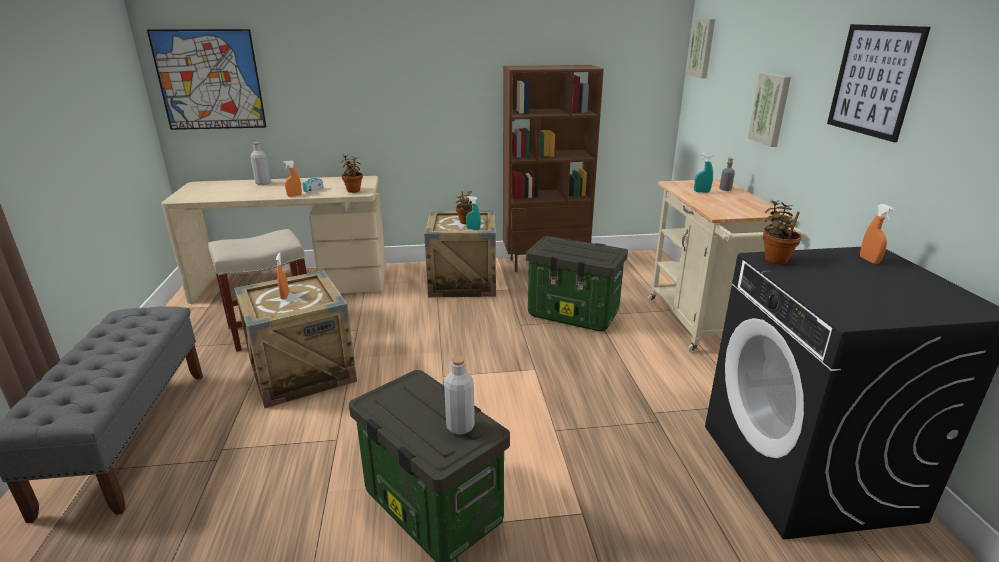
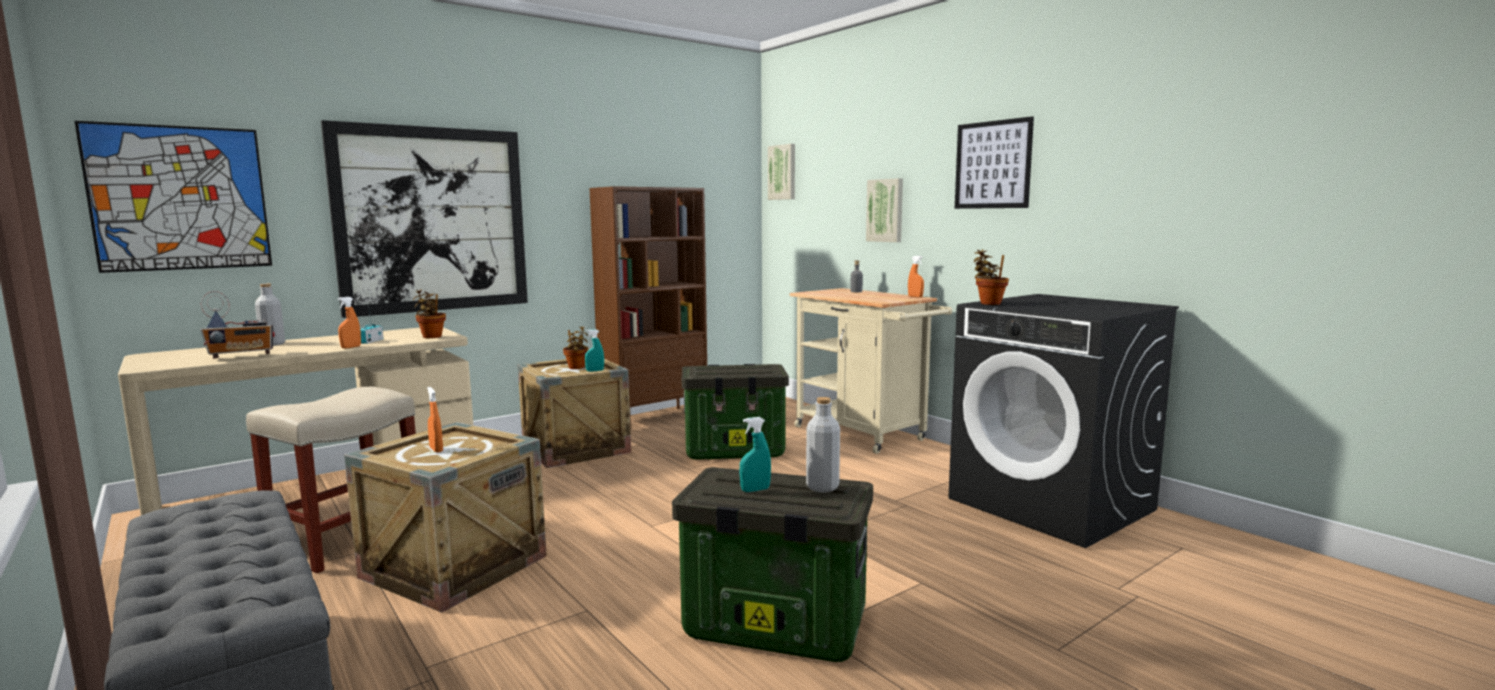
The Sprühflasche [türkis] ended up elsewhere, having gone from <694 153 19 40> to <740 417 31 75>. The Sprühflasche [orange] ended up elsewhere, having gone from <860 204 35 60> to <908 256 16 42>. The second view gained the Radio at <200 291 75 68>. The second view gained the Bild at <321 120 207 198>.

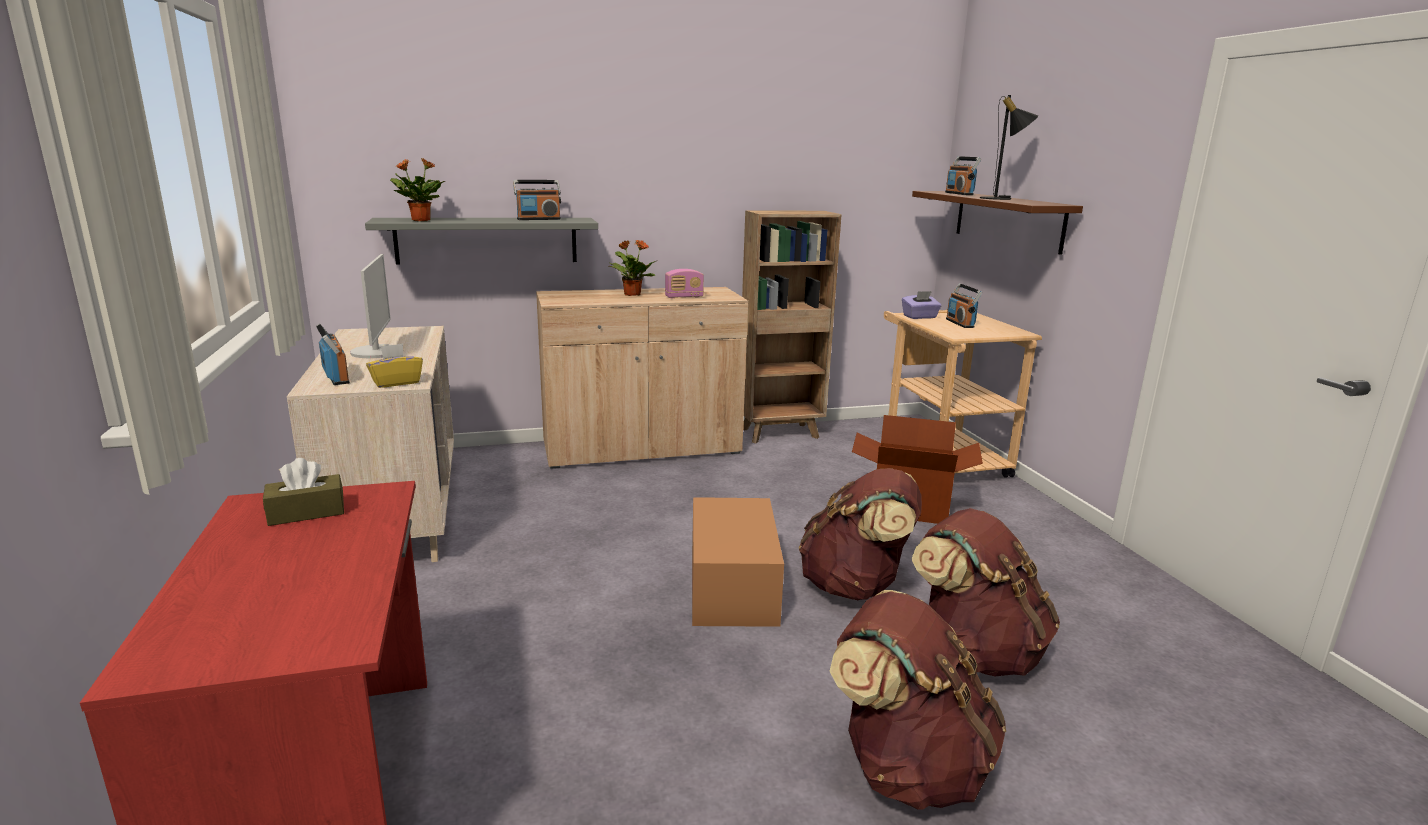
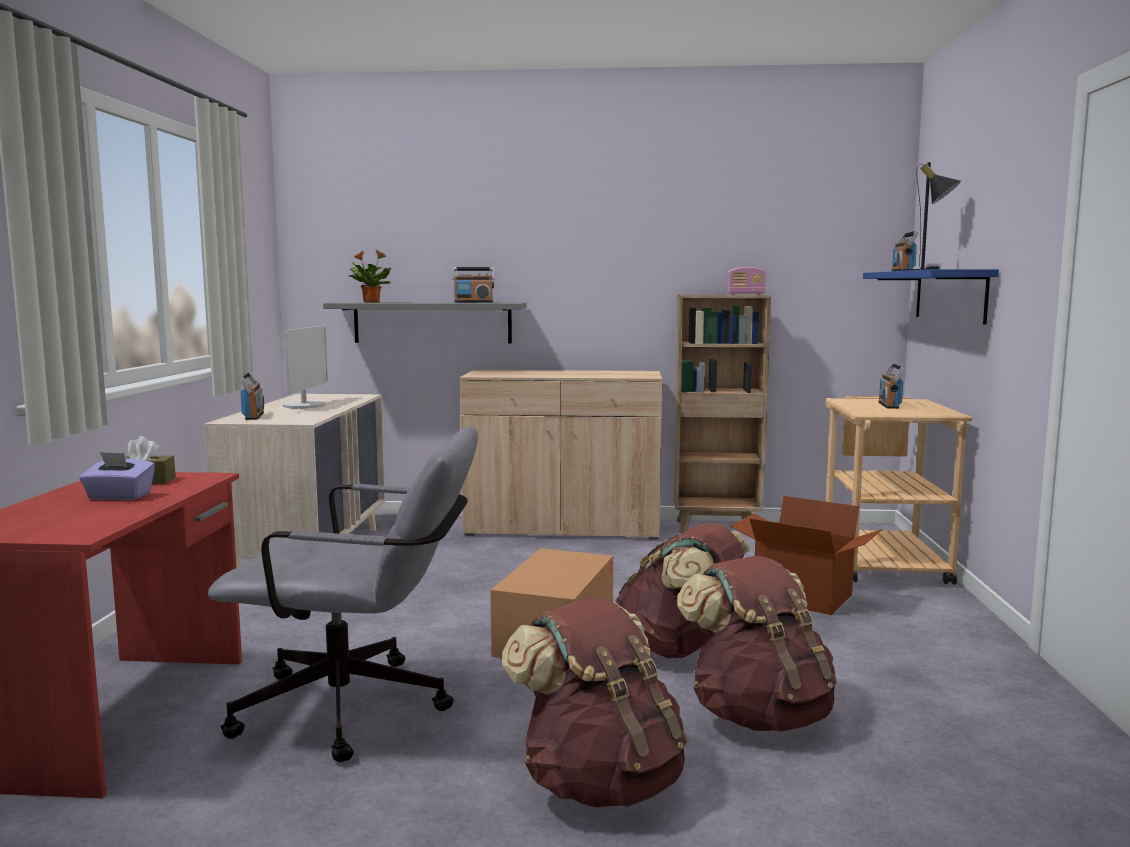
The second view lost the Taschentuchbox [gelb] at <366 344 57 44>. The second view lost the Topfpflanze at <609 240 47 56>. The Radio ended up elsewhere, having gone from <665 269 39 29> to <727 267 39 28>. The Taschentuchbox [lila] ended up elsewhere, having gone from <902 291 39 28> to <79 452 76 48>. What was the Wandregal [braun] at <912 191 171 64> turned into the Wandregal [blau] at <863 269 136 56>. The second view gained the Bürostuhl [grau] at <208 426 270 336>.

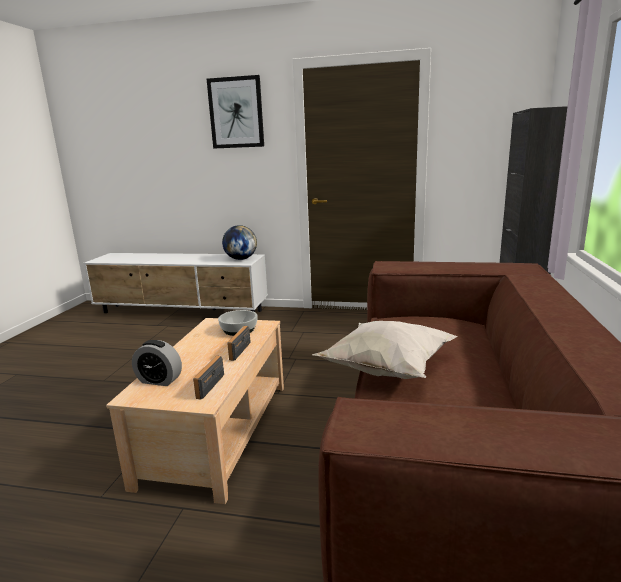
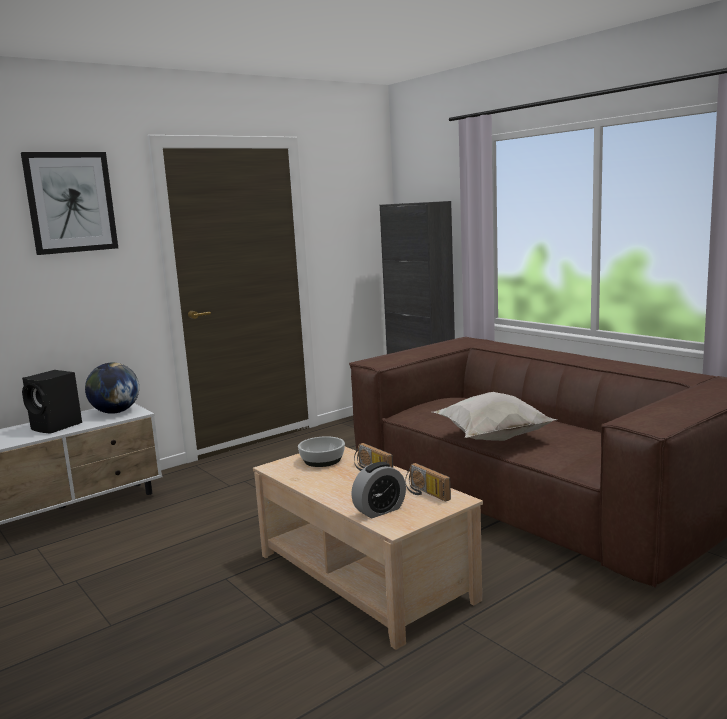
The second view gained the Lautsprecher [schwarz] at <22 370 60 64>.

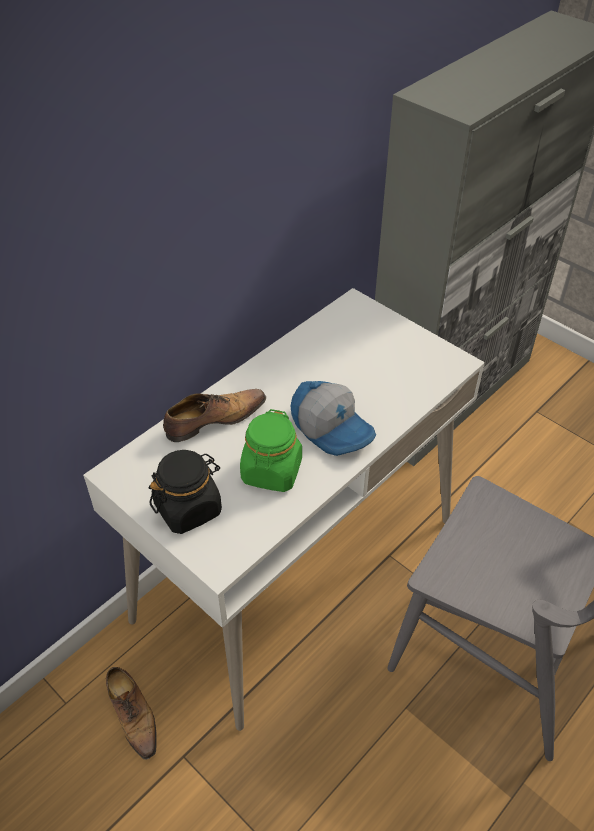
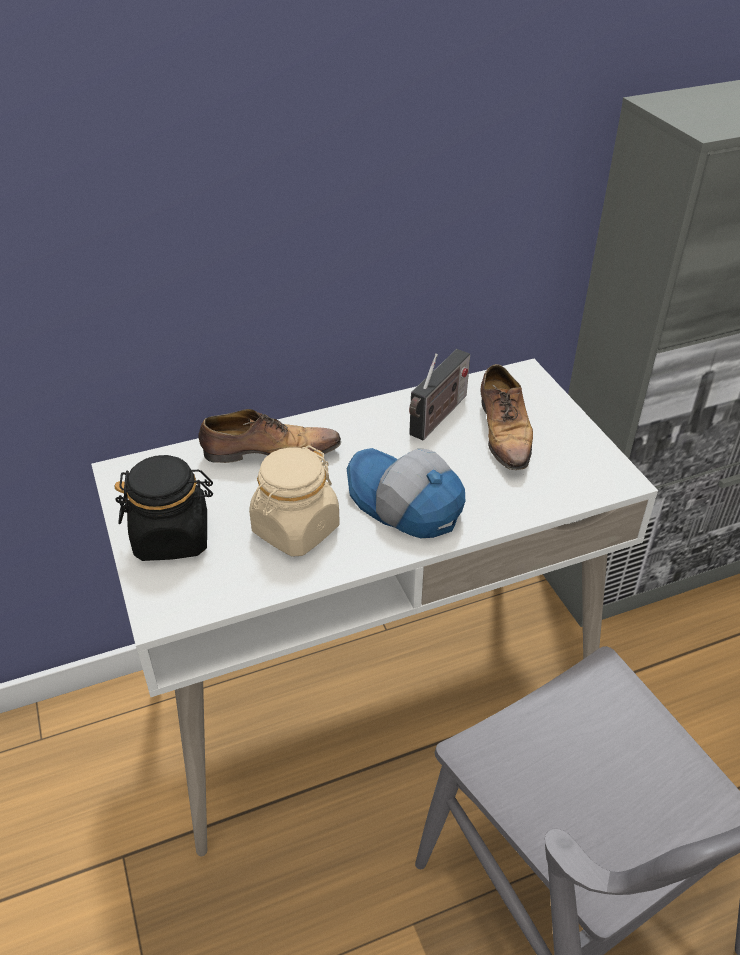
The Schuh ended up elsewhere, having gone from <106 667 51 93> to <481 364 52 111>. What was the Vorratsglas [grün] at <240 409 62 83> turned into the Vorratsglas [beige] at <249 445 91 112>. The Kappe at <291 381 85 75> ended up facing another way, 150 degrees clockwise from before. The second view gained the Radio at <409 349 61 91>.

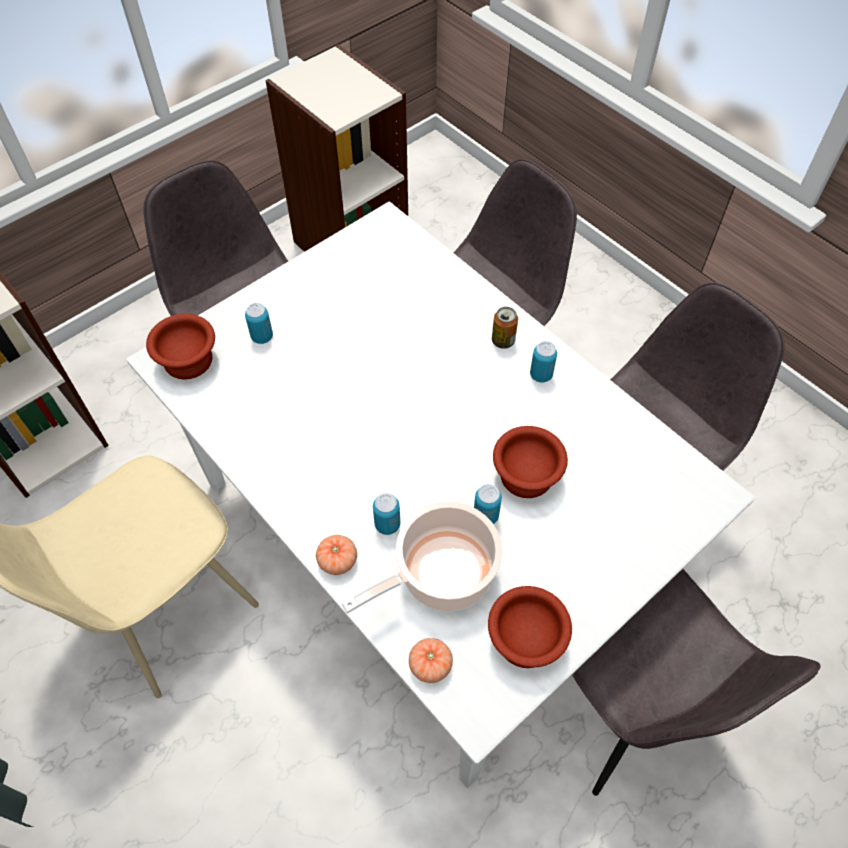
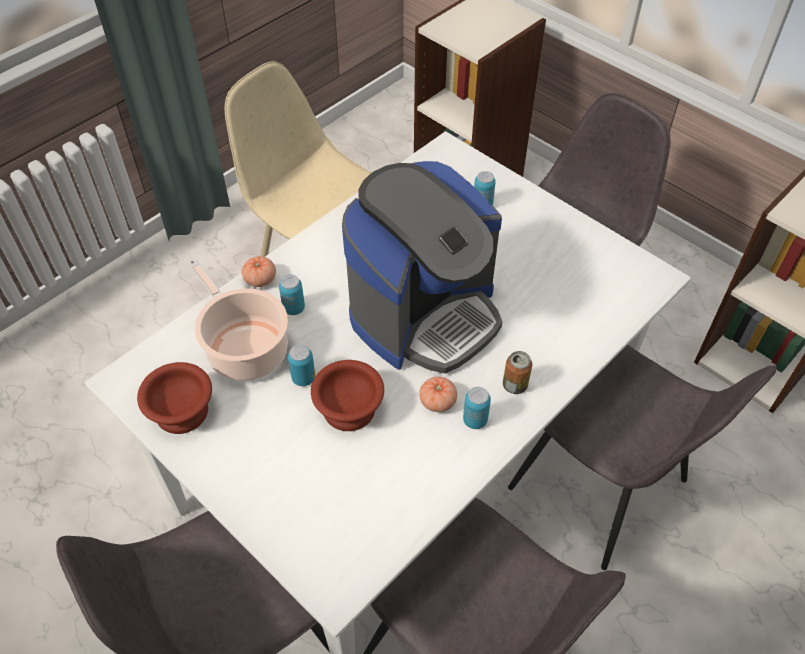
The second view lost the Schüssel [braun] at <146 314 69 65>. The Tomate ended up elsewhere, having gone from <409 638 44 45> to <419 377 38 35>. The second view gained the Kaffeemaschine at <342 161 160 212>.

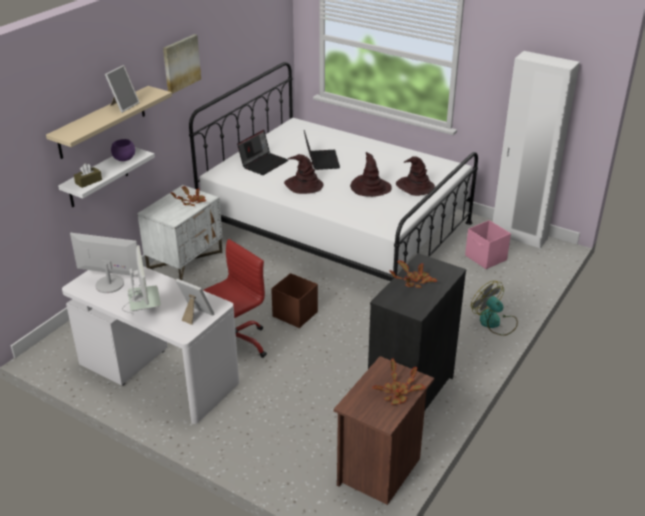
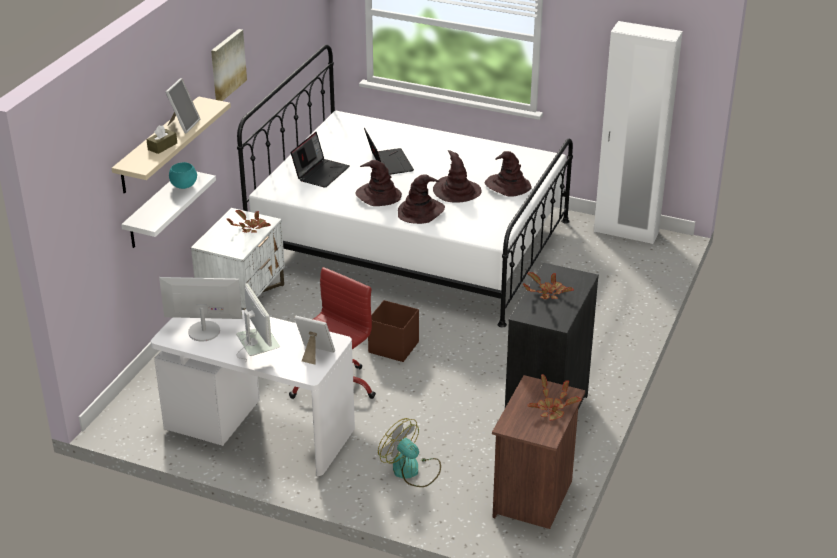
The Taschentuchbox [braun] ended up elsewhere, having gone from <74 163 28 25> to <146 125 31 29>. What was the Schüssel [lila] at <111 139 24 22> turned into the Schüssel [türkis] at <169 162 28 27>. The second view lost the Aufbewahrungsbox [rosa] at <465 220 46 49>. The Ventilator ended up elsewhere, having gone from <471 281 47 55> to <378 418 63 69>. The second view gained the Hut [braun] at <398 174 47 50>.

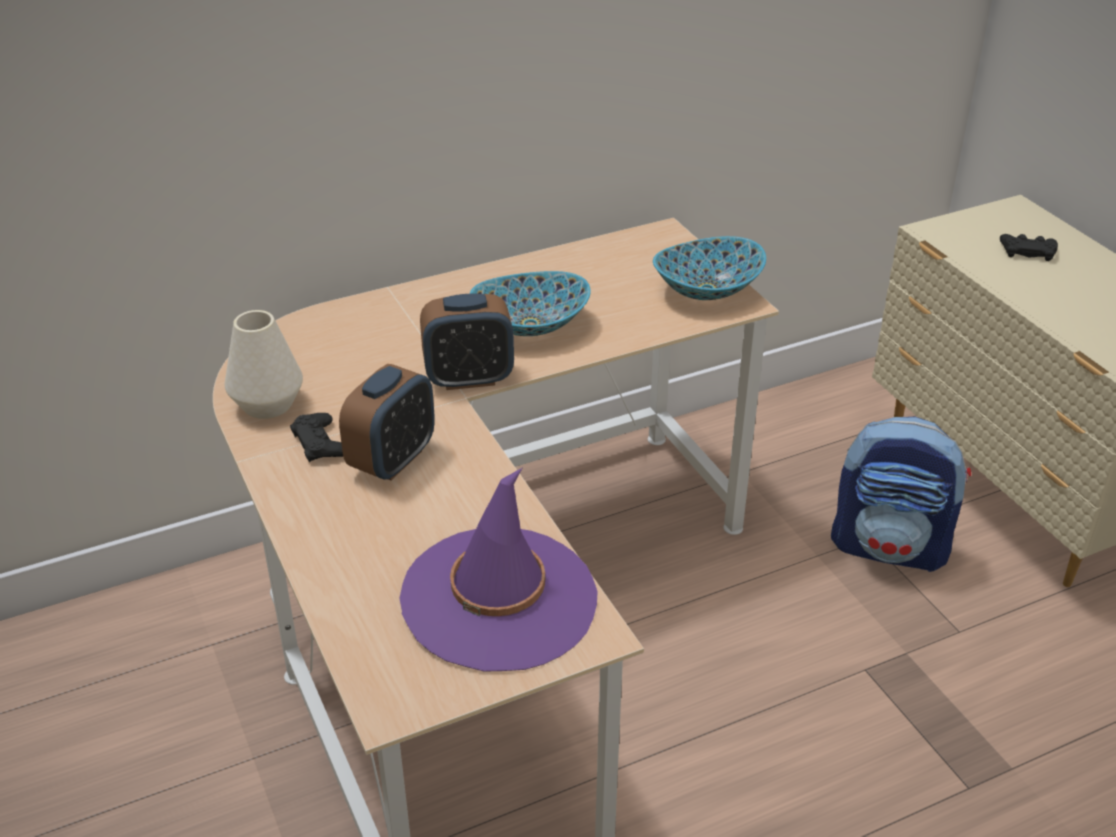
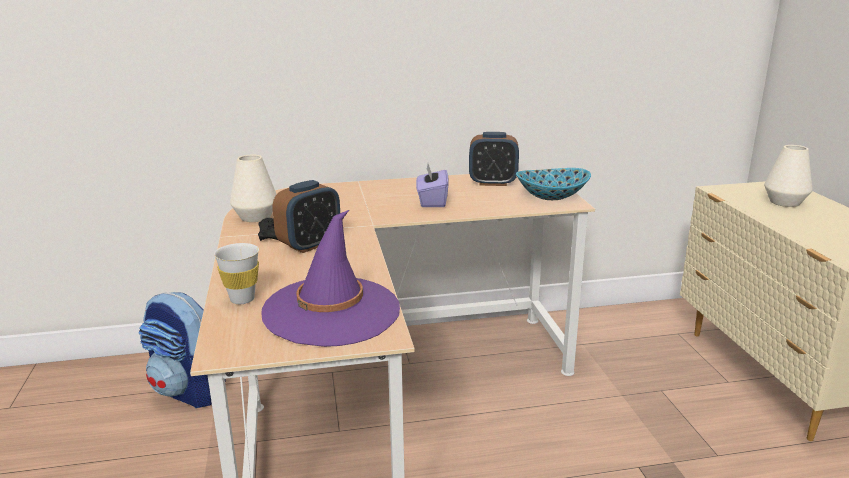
The Wecker ended up elsewhere, having gone from <420 294 94 96> to <469 132 50 54>. Where the Schüssel stood at <470 271 121 65>, the Taschentuchbox [lila] came to stand at <416 164 33 43>. The Rucksack ended up elsewhere, having gone from <831 417 140 155> to <139 292 87 116>. Where the Gamepad [schwarz] stood at <1000 234 58 27>, the Vase [weiß] came to stand at <764 145 48 62>. The second view gained the Tasse [weiß] at <214 243 45 61>.

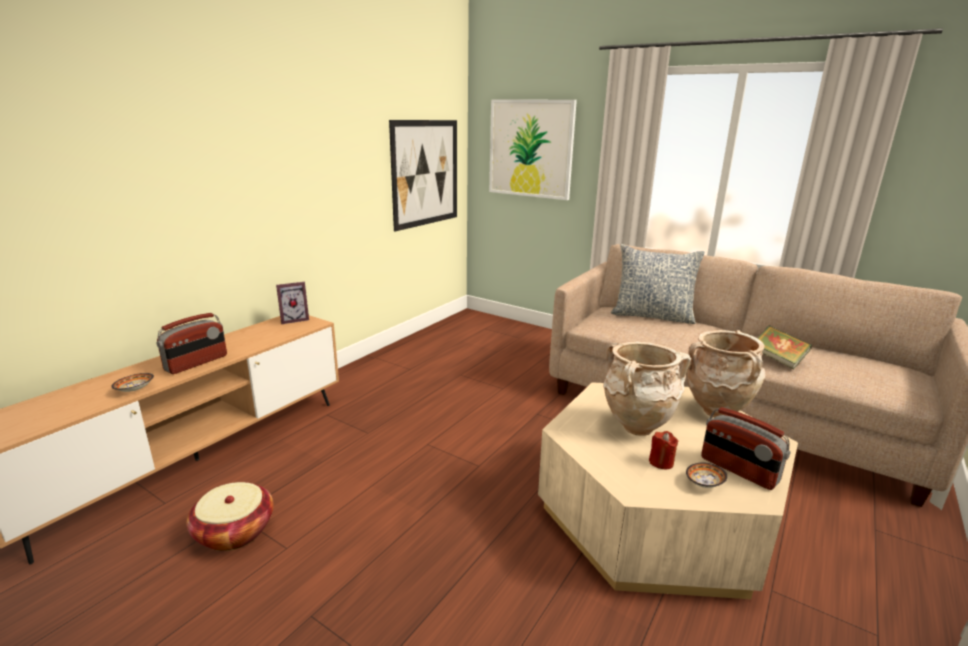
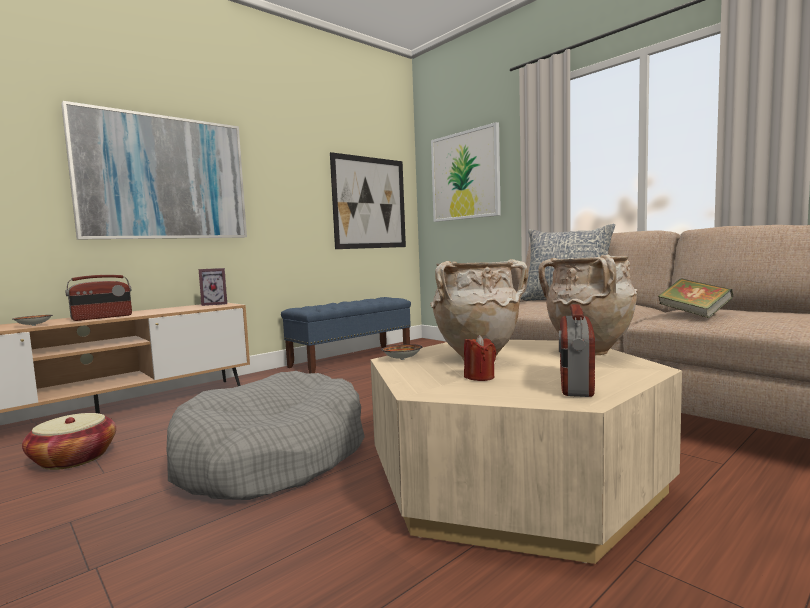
The Schüssel ended up elsewhere, having gone from <686 463 41 25> to <381 344 41 16>. The Radio at <701 407 90 83> ended up facing another way, 45 degrees clockwise from before. The second view gained the Bild at <61 101 186 138>. The second view gained the Hundebett [grau] at <166 371 199 129>. The second view gained the Bank [blau] at <281 297 130 76>.

